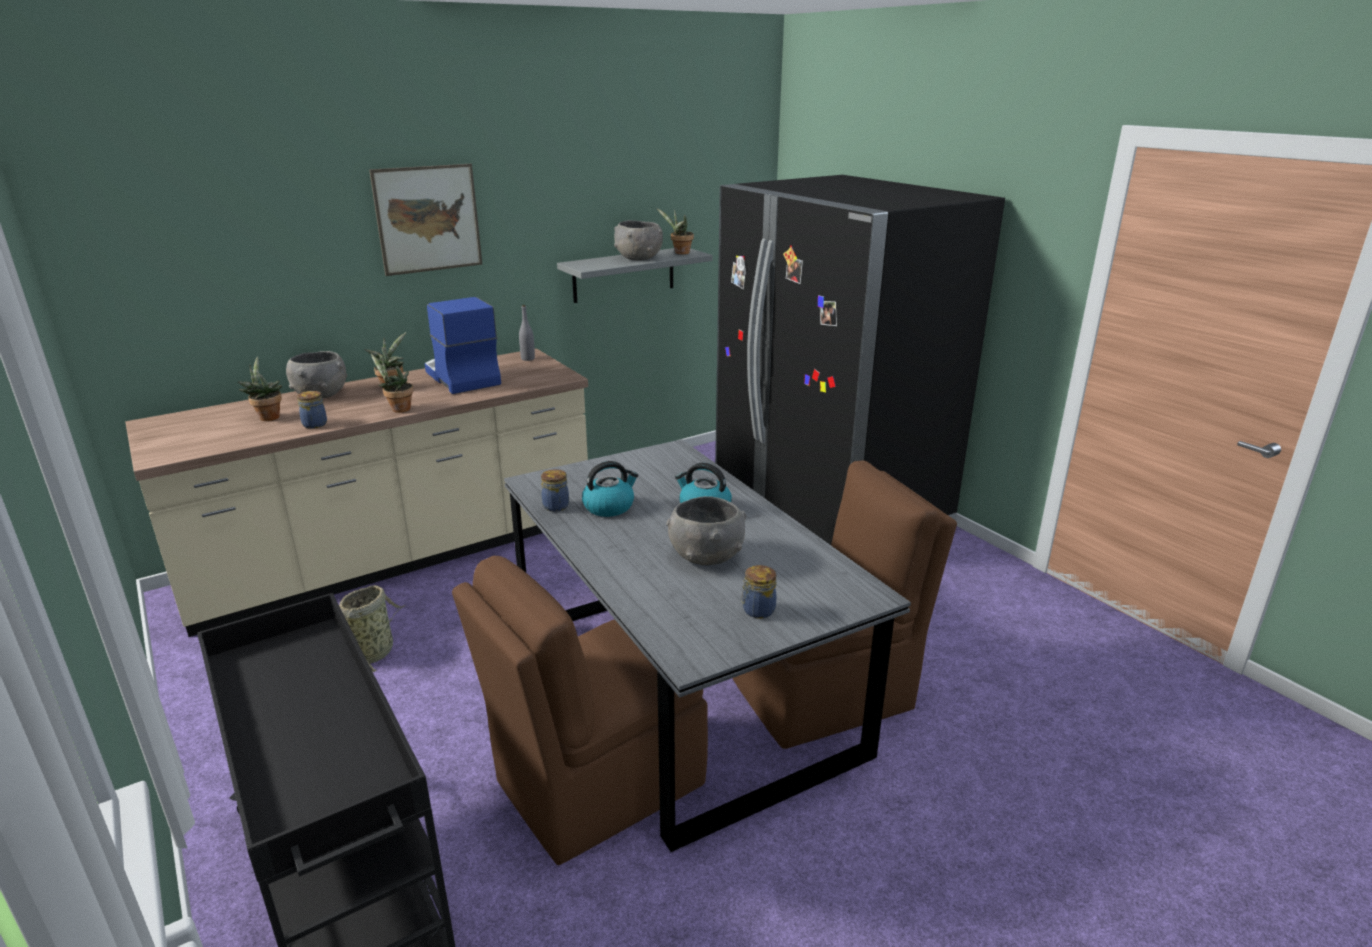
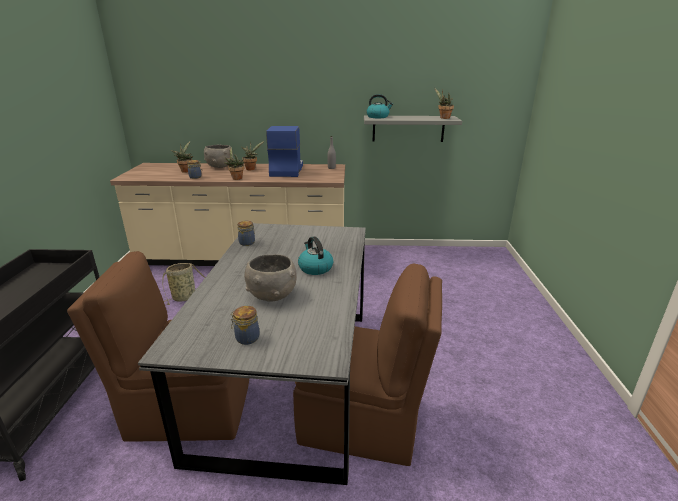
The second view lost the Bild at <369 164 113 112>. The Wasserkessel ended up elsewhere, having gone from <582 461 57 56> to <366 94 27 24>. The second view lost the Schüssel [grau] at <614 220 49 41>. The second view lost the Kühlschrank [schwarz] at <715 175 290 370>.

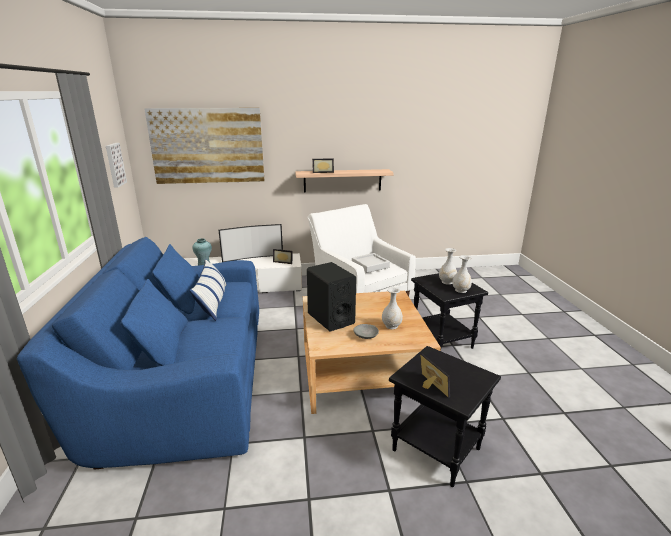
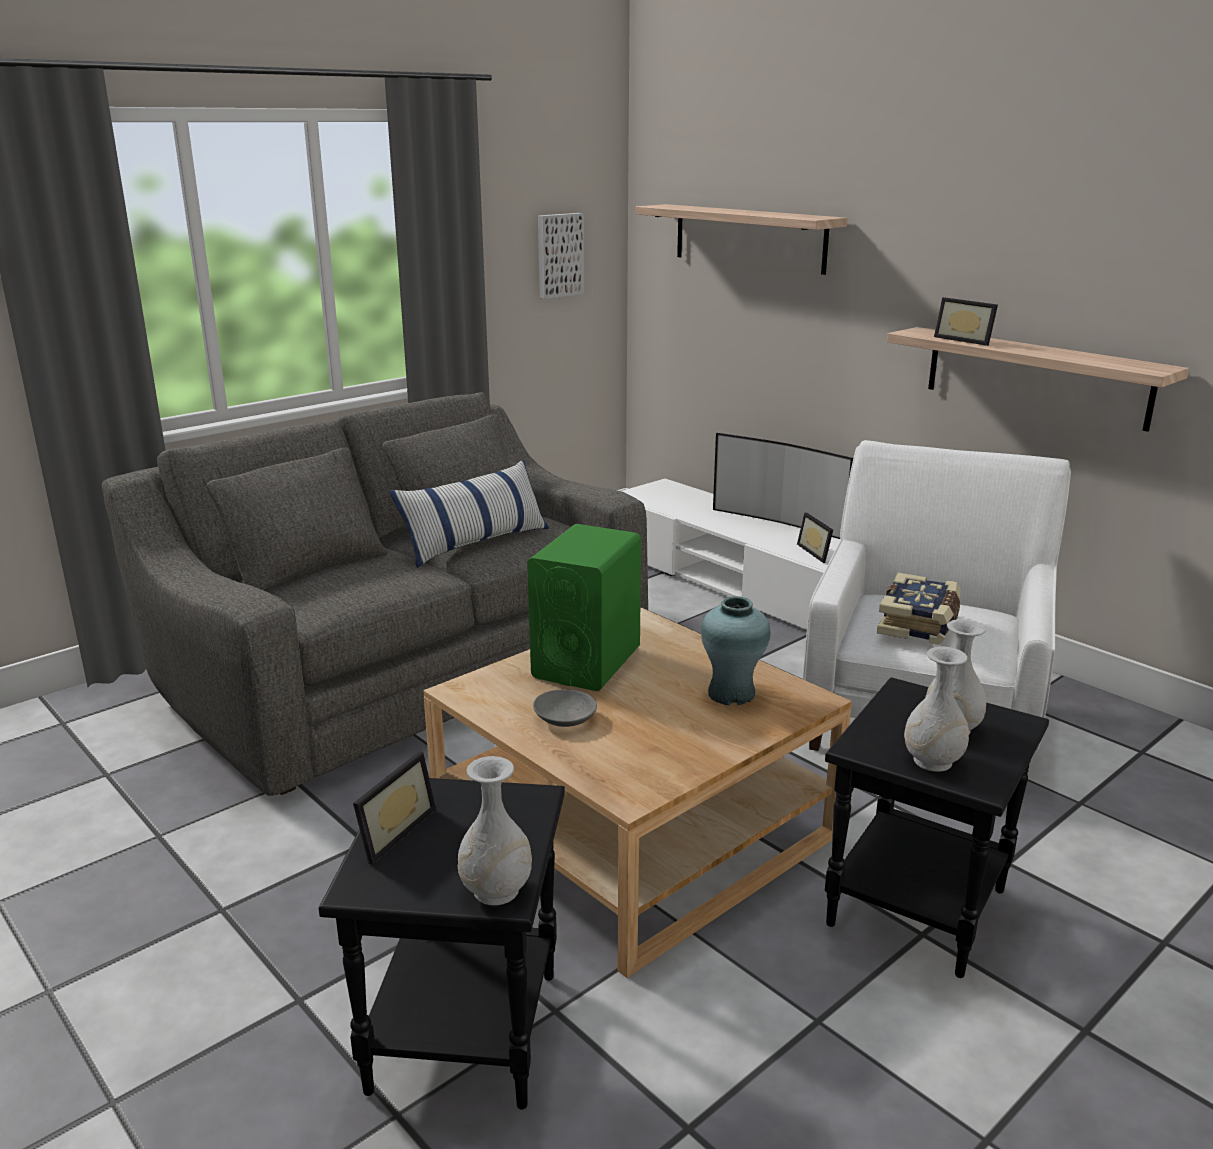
What was the Sofa [blau] at <17 237 242 233> turned into the Sofa [grau] at <102 392 546 404>. Where the Bild hung at <144 108 121 76>, the Wandregal came to hang at <636 204 211 71>. The Vase [türkis] ended up elsewhere, having gone from <192 238 20 27> to <701 596 69 109>. What was the Lautsprecher [schwarz] at <307 262 49 70> turned into the Lautsprecher [grün] at <527 524 114 167>. Where the Tablett [grau] stood at <352 253 38 20>, the Buch came to stand at <877 573 84 72>. The Vase [weiß] ended up elsewhere, having gone from <382 287 21 42> to <458 756 74 149>.

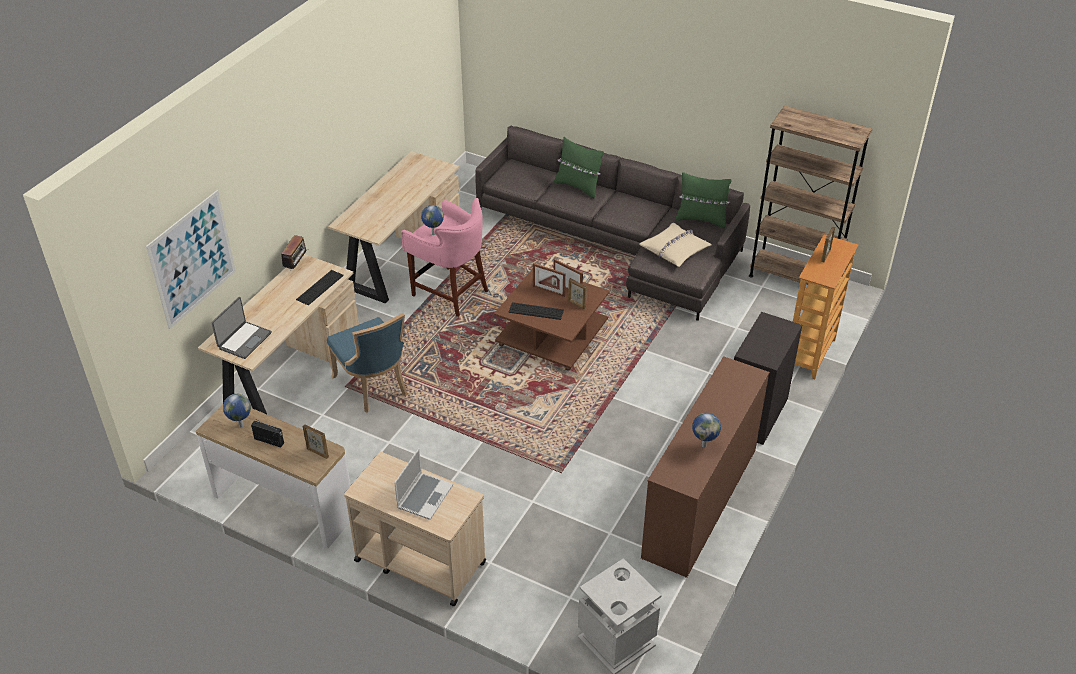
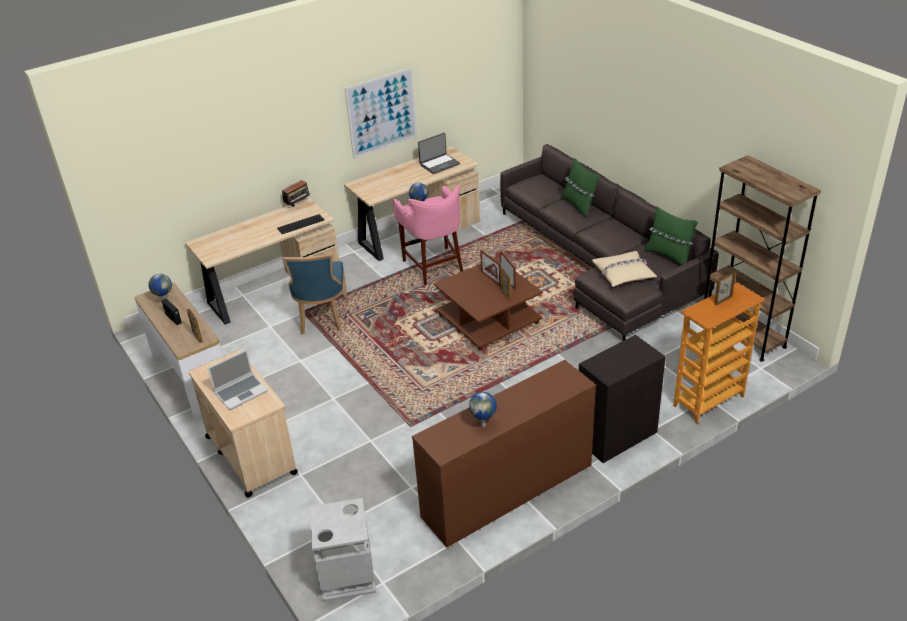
The Bild ended up elsewhere, having gone from <146 190 90 139> to <345 67 72 92>. The Laptop ended up elsewhere, having gone from <211 297 61 62> to <418 132 42 42>. The second view lost the Tastatur at <509 302 55 18>.

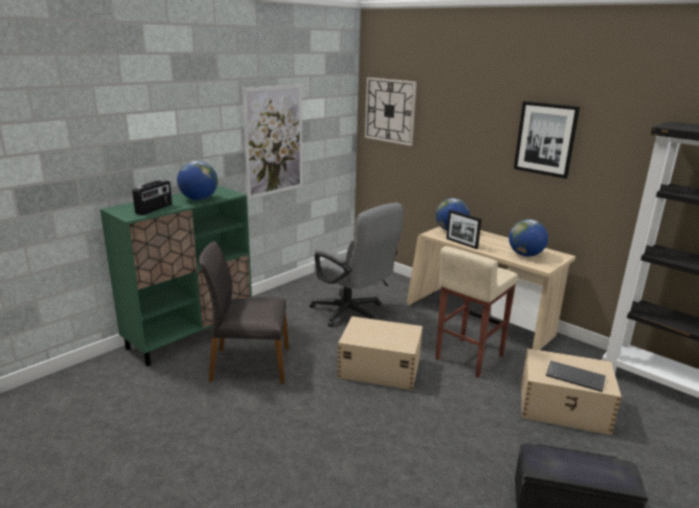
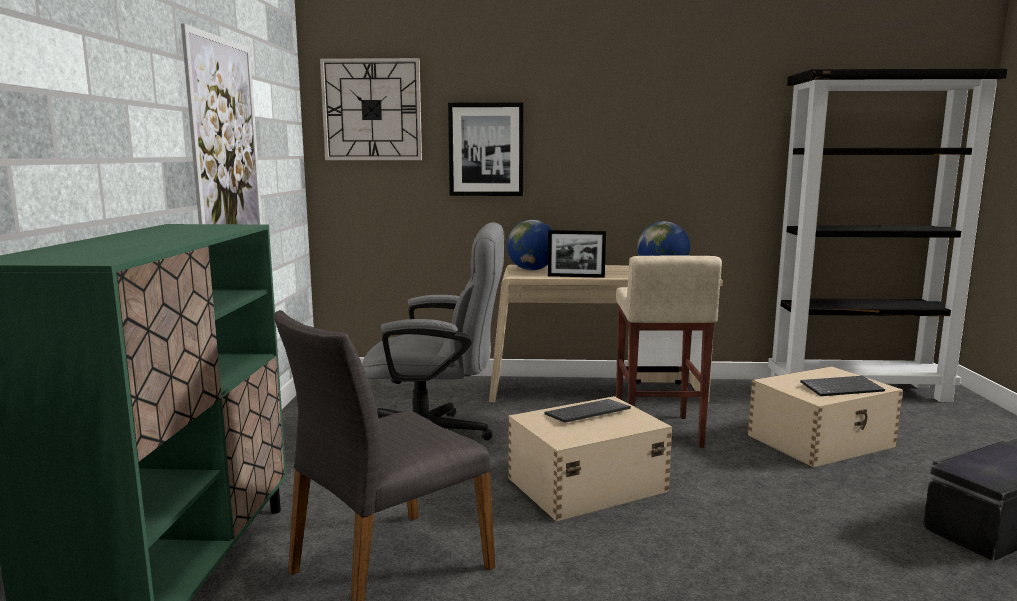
The second view lost the Radio at <132 180 40 35>. The second view lost the Globus at <177 161 41 39>. The Bild ended up elsewhere, having gone from <514 101 66 78> to <448 102 76 94>. The second view gained the Tastatur at <544 399 87 24>.

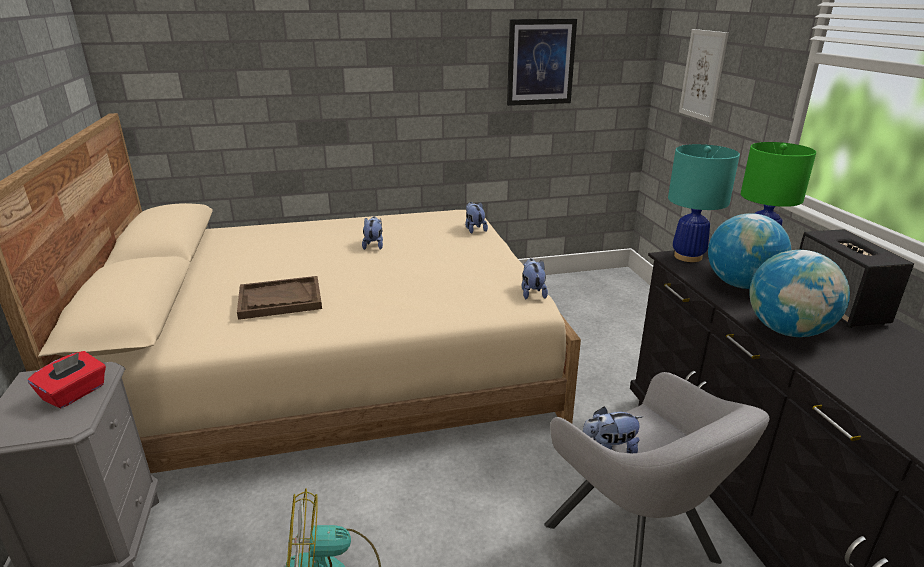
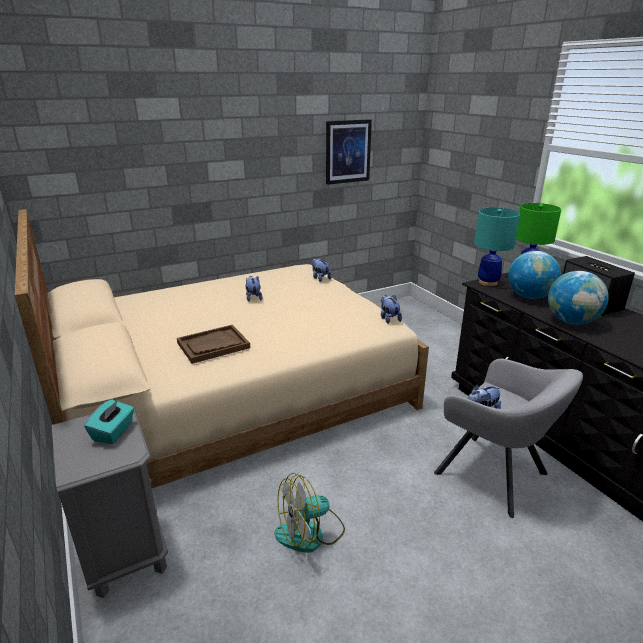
What was the Taschentuchbox [rot] at <28 351 78 58> turned into the Taschentuchbox [türkis] at <84 399 50 45>. The second view lost the Bild at <679 29 50 94>.

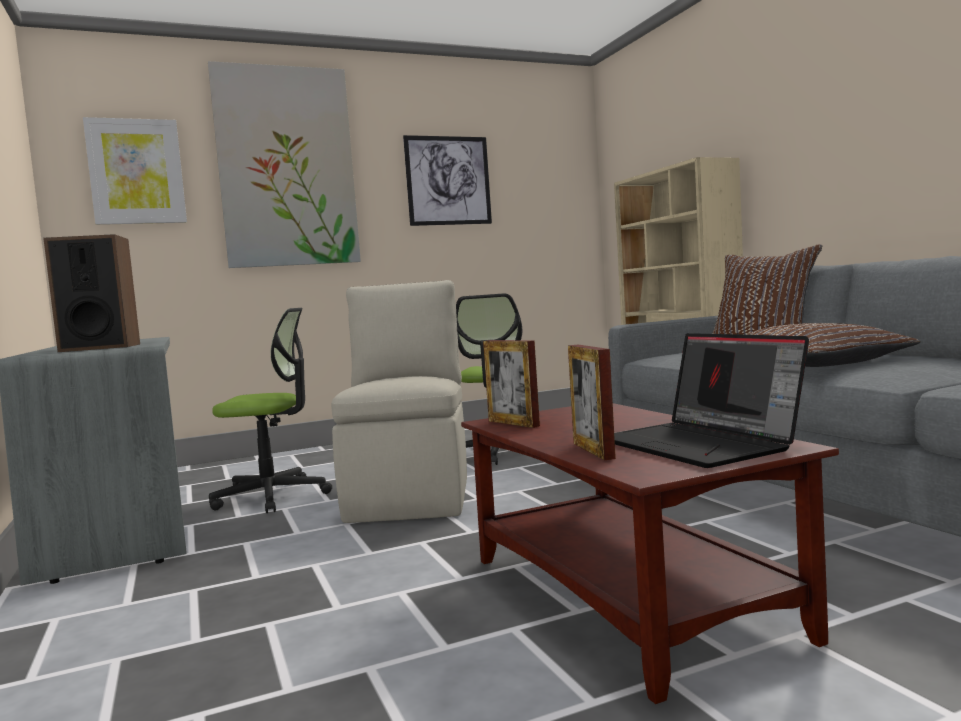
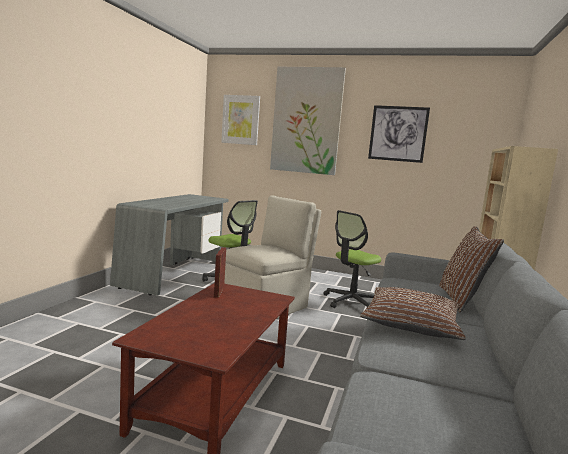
The second view lost the Lautsprecher at <43 234 97 118>. The second view lost the Bilderrahmen at <568 345 48 115>. The second view lost the Laptop at <614 333 195 135>.

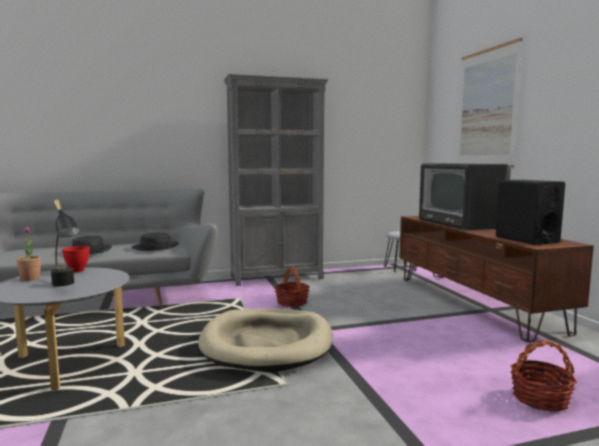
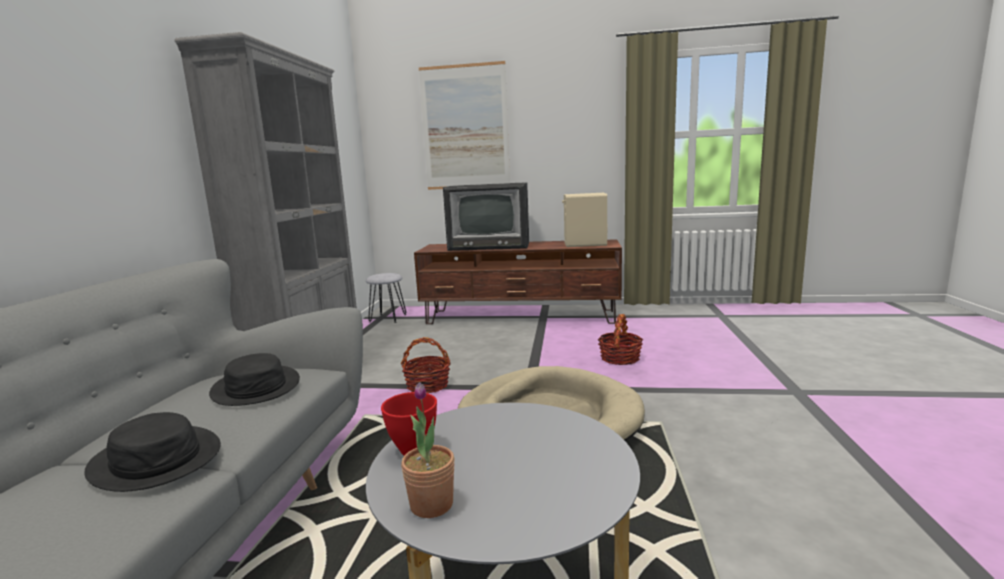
The second view lost the Tischlampe [schwarz] at <51 199 29 87>. What was the Lautsprecher [schwarz] at <496 180 69 65> turned into the Lautsprecher [beige] at <562 193 46 54>. The Korb ended up elsewhere, having gone from <510 340 67 72> to <598 314 45 51>.

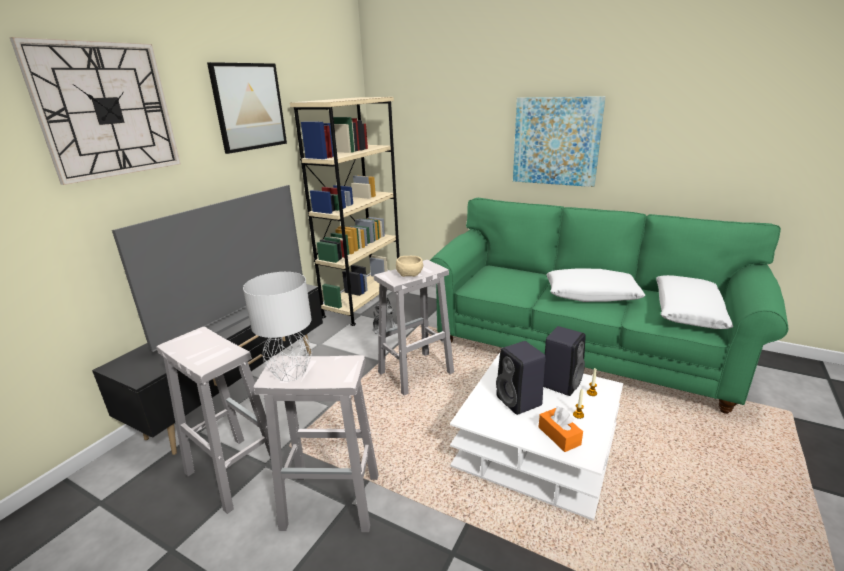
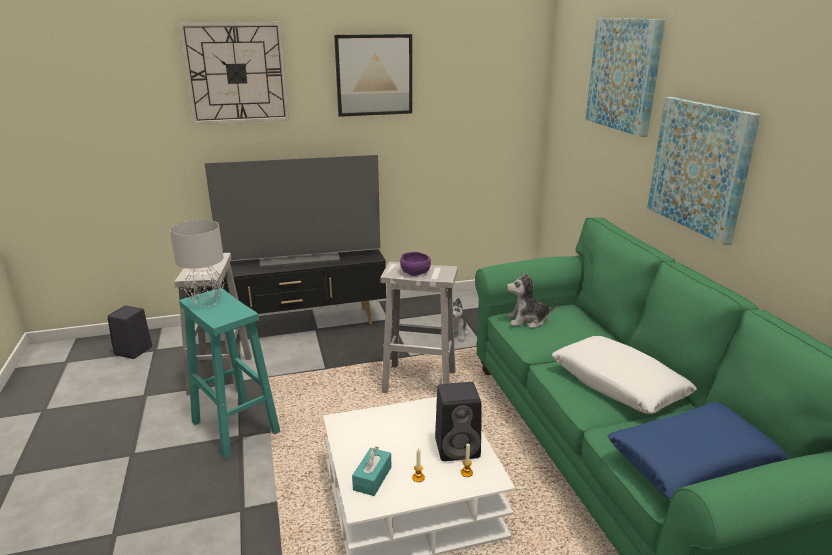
What was the Hocker [weiß] at <253 355 125 177> turned into the Hocker [türkis] at <179 288 101 171>. The second view lost the Bücherregal [beige] at <290 97 110 229>. What was the Schüssel [beige] at <396 256 27 21> turned into the Schüssel [lila] at <400 252 31 24>. The Lautsprecher [schwarz] ended up elsewhere, having gone from <496 341 50 74> to <108 306 44 53>. What was the Taschentuchbox [orange] at <539 406 44 46> turned into the Taschentuchbox [türkis] at <352 446 39 50>. What was the Kissen [weiß] at <656 275 77 54> turned into the Kissen [blau] at <607 402 181 97>. The second view gained the Plüschtier at <506 272 51 56>. The second view gained the Bild at <585 18 80 119>.

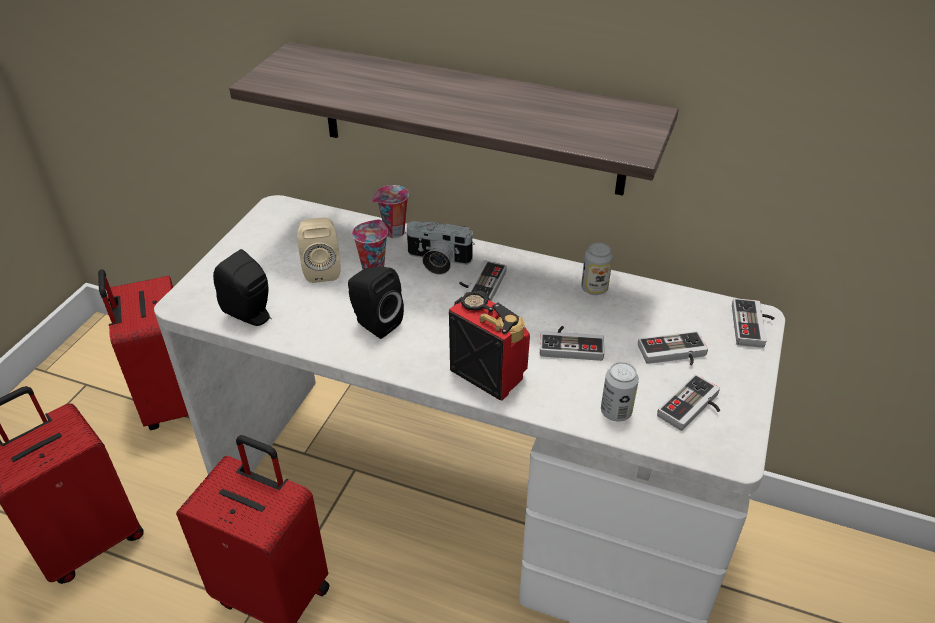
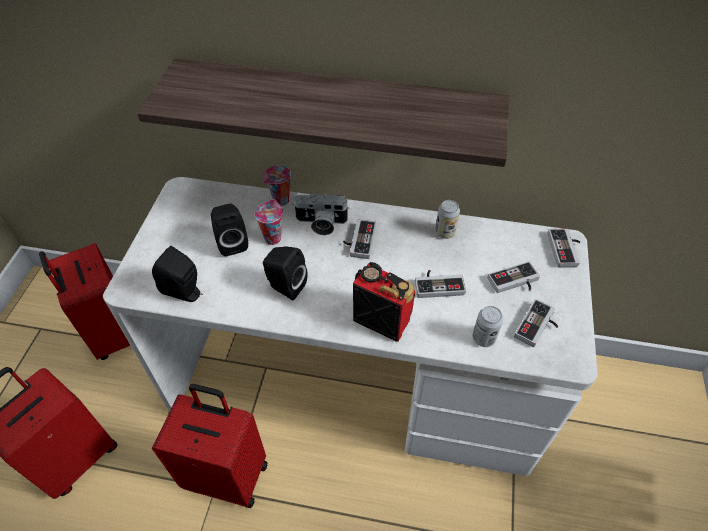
What was the Lautsprecher [beige] at <297 217 44 66> turned into the Lautsprecher [schwarz] at <211 204 37 52>.

